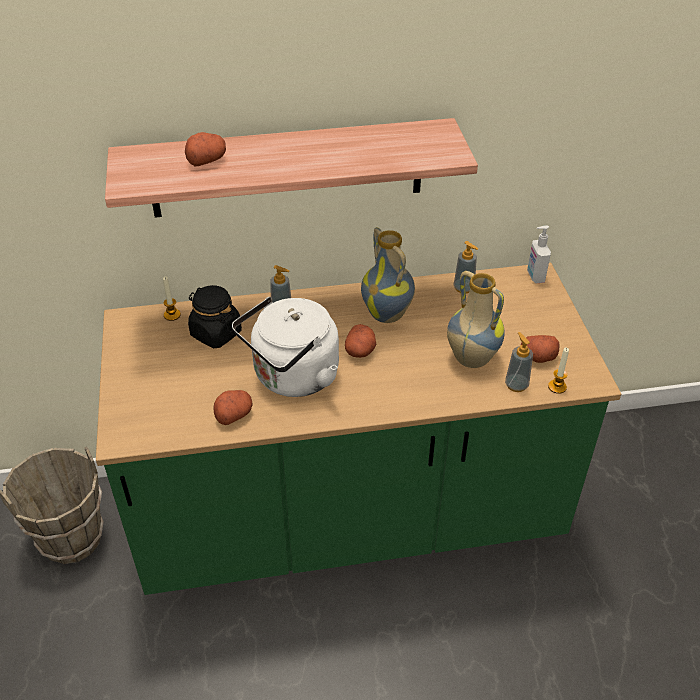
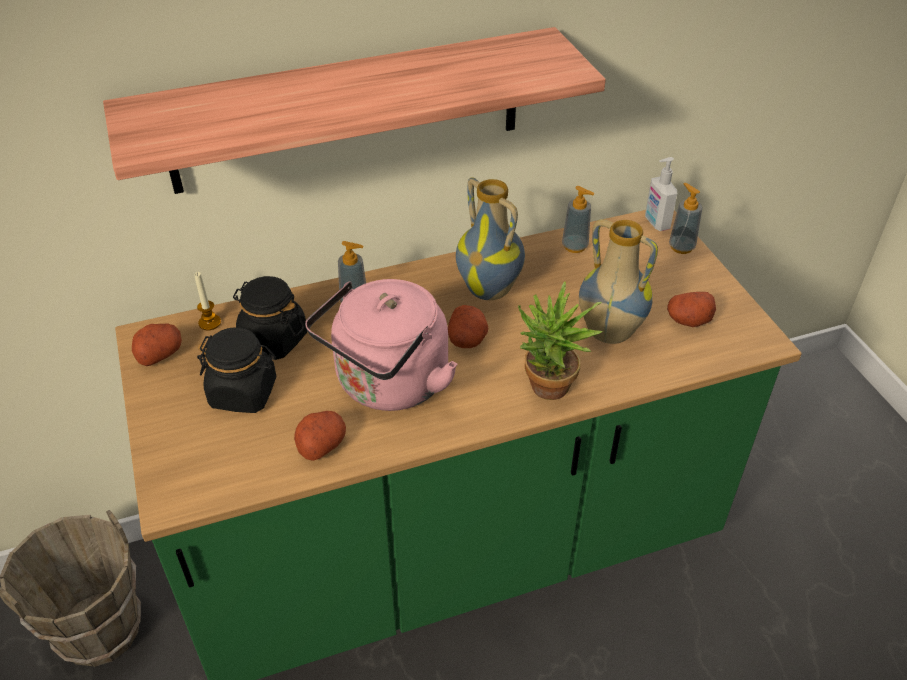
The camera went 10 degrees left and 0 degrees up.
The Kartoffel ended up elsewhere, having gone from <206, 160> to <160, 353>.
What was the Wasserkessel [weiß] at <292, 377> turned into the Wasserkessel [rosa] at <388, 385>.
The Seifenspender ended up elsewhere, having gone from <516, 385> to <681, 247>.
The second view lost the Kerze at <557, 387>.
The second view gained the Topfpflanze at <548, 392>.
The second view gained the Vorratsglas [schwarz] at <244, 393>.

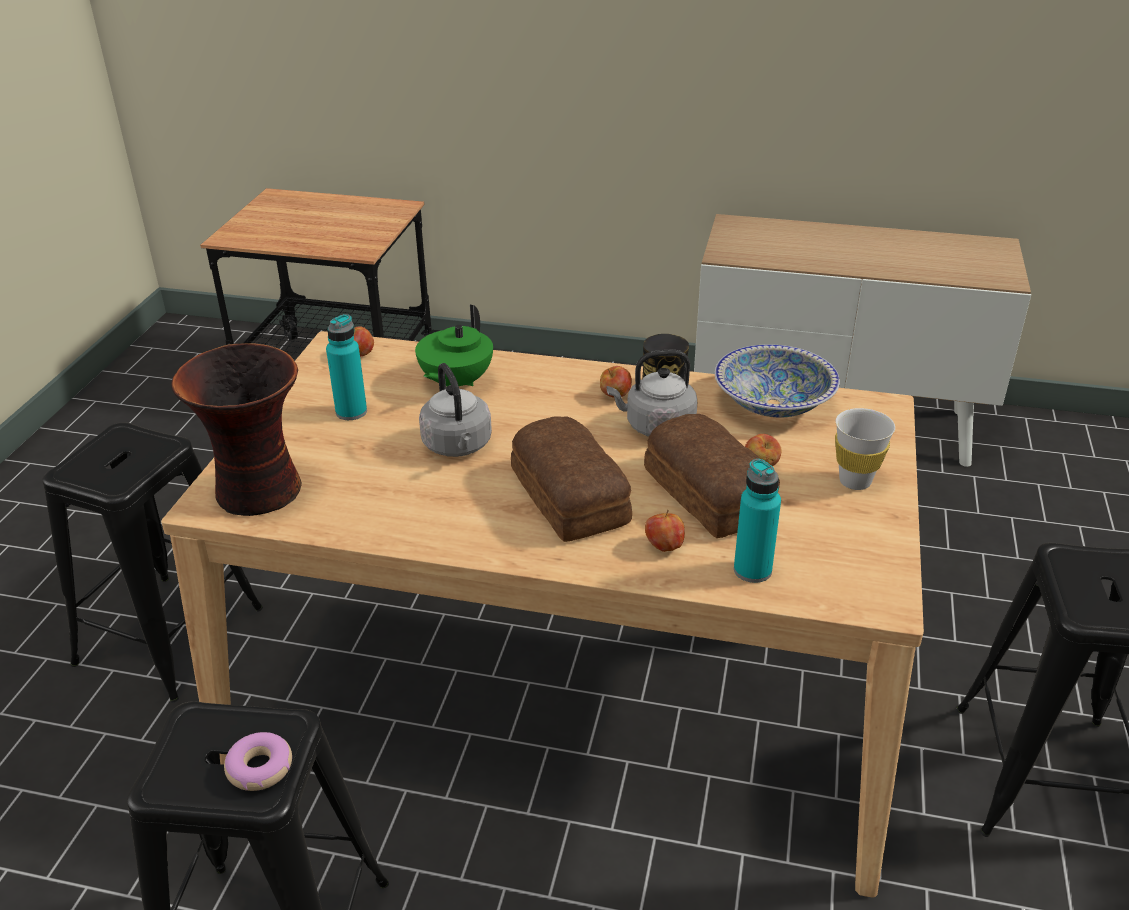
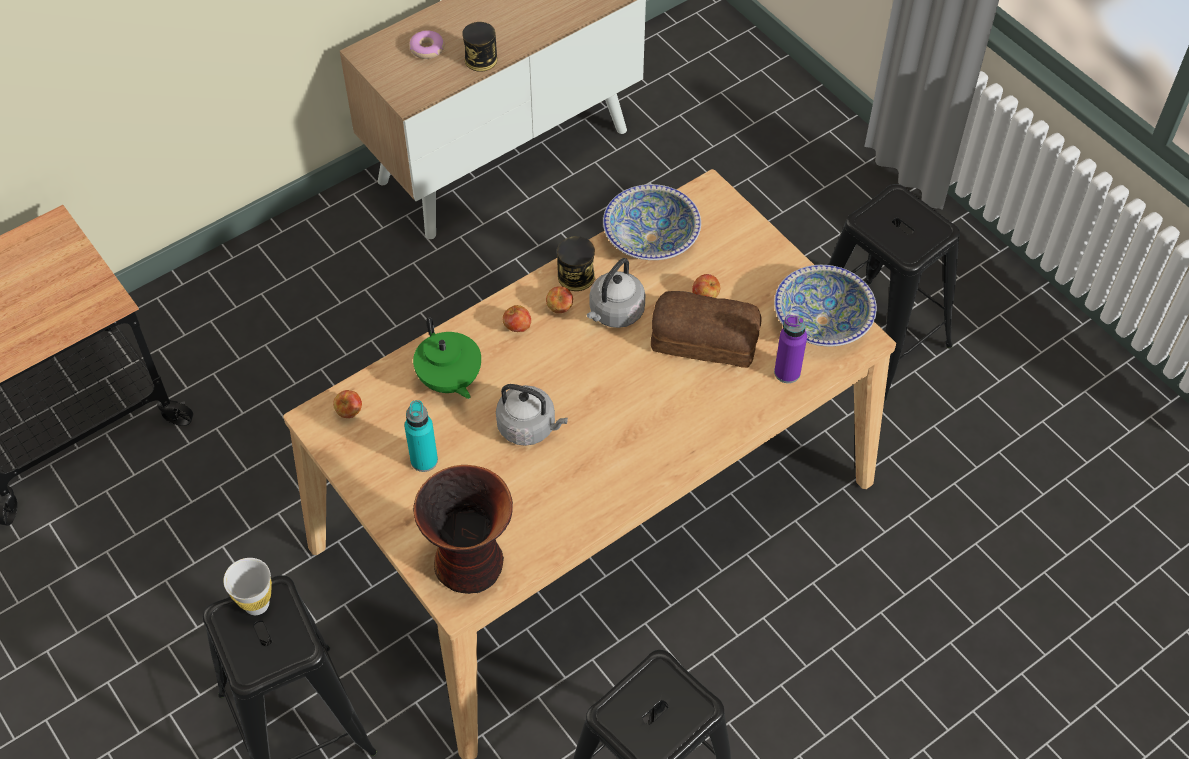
The camera went 50 degrees left and 20 degrees up.
The Tasse [weiß] ended up elsewhere, having gone from <855, 481> to <256, 604>.
The second view lost the Brot at <570, 495>.
What was the Flasche [türkis] at <752, 570> turned into the Flasche [lila] at <787, 372>.
The Apfel ended up elsewhere, having gone from <664, 546> to <517, 327>.
The Donut ended up elsewhere, having gone from <260, 768> to <427, 49>.
The second view gained the Dose at <481, 59>.
The second view gained the Schüssel at <822, 320>.

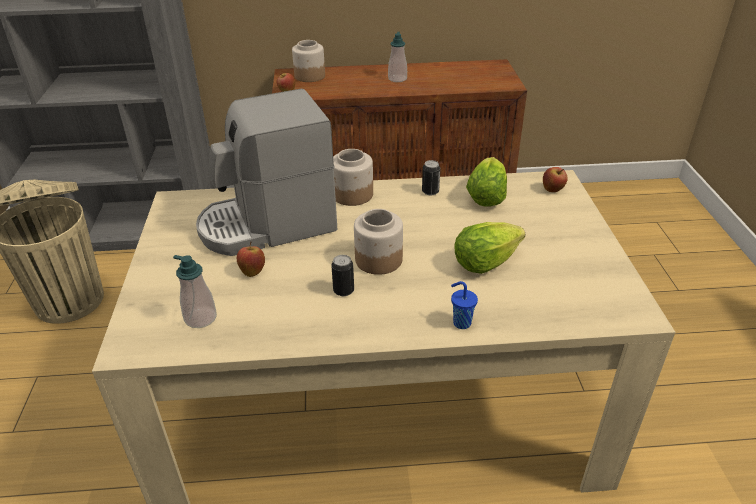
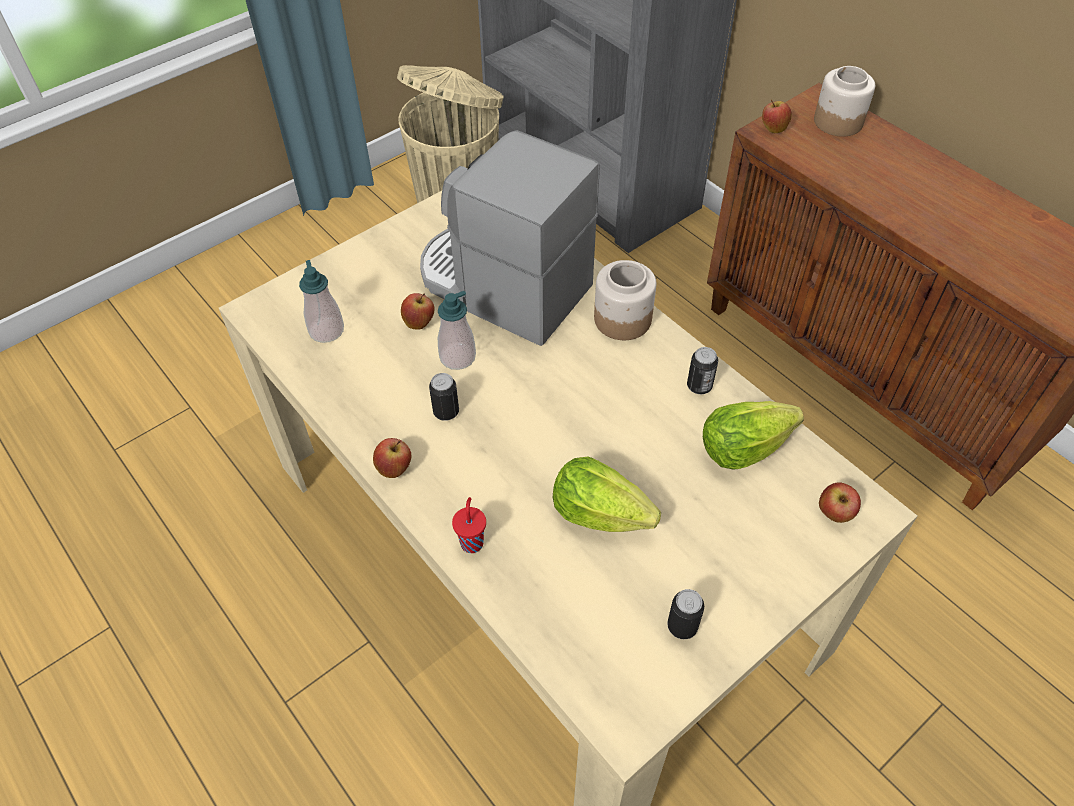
The camera went 55 degrees right and 15 degrees up.
The Seifenspender ended up elsewhere, having gone from <397, 79> to <457, 357>.
The second view lost the Vorratsglas at <378, 260>.
What was the Tasse [blau] at <461, 323> turned into the Tasse [rot] at <472, 542>.
The second view gained the Apfel at <395, 469>.
The second view gained the Dose at <682, 626>.

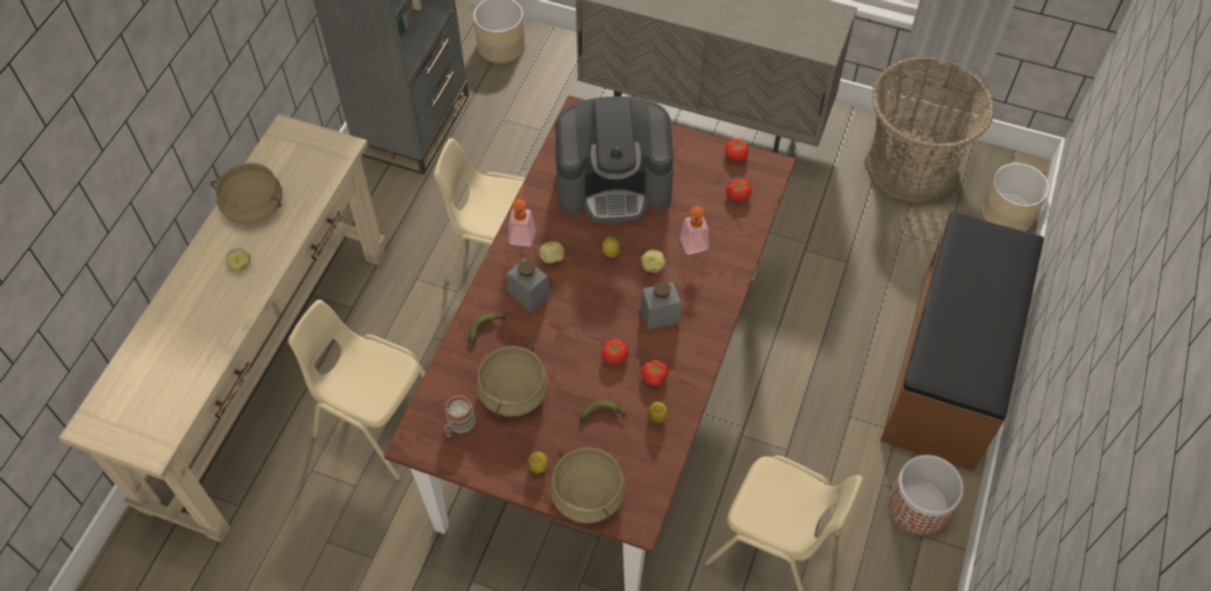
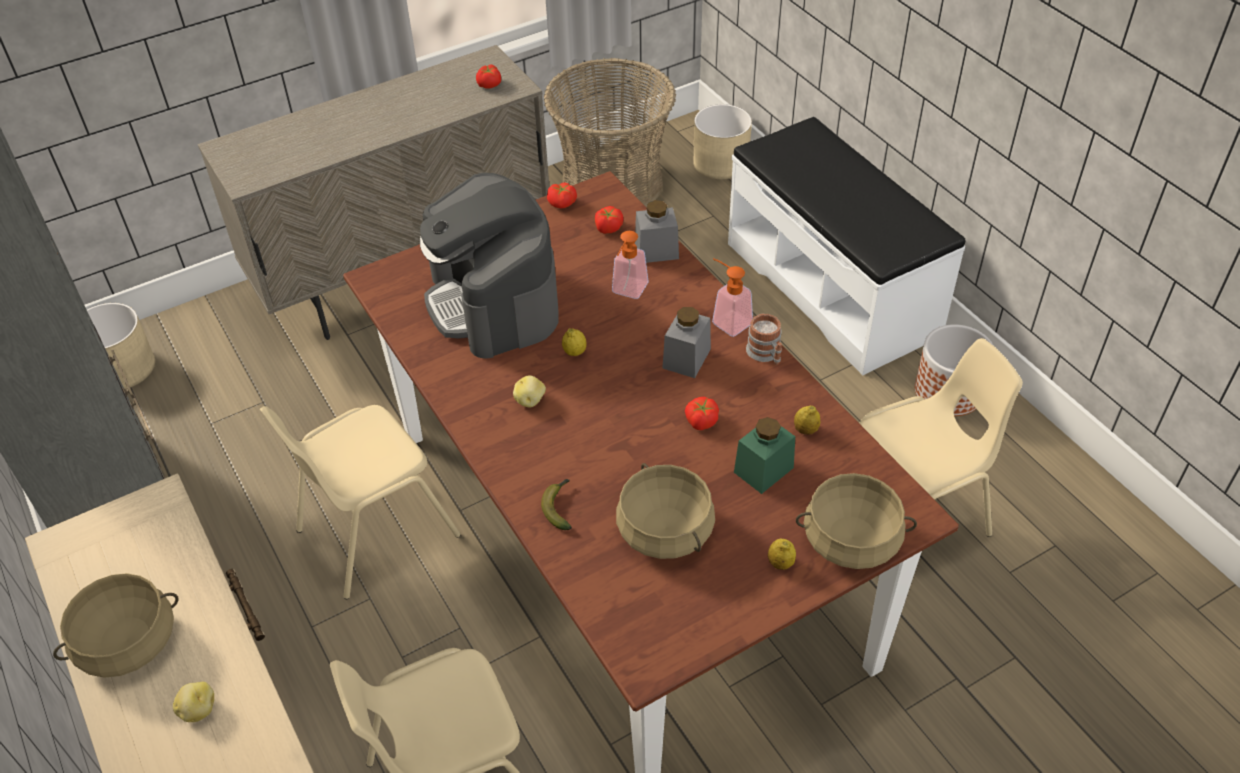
The camera went 50 degrees left and 10 degrees down.
The Kaffeemaschine at <614, 183> ended up facing another way, 120 degrees clockwise from before.
The Seifenspender ended up elsewhere, having gone from <523, 232> to <727, 320>.
What was the Bank [braun] at <950, 368> turned into the Bank [weiß] at <832, 287>.
The second view lost the Kartoffel at <652, 266>.
The Vorratsglas [grau] ended up elsewhere, having gone from <529, 294> to <656, 250>.
The Tomate ended up elsewhere, having gone from <654, 377> to <490, 84>.
The Henkelbecher ended up elsewhere, having gone from <458, 424> to <766, 354>.
Where the Banane stood at <603, 414>, the Vorratsglas [grün] came to stand at <763, 470>.

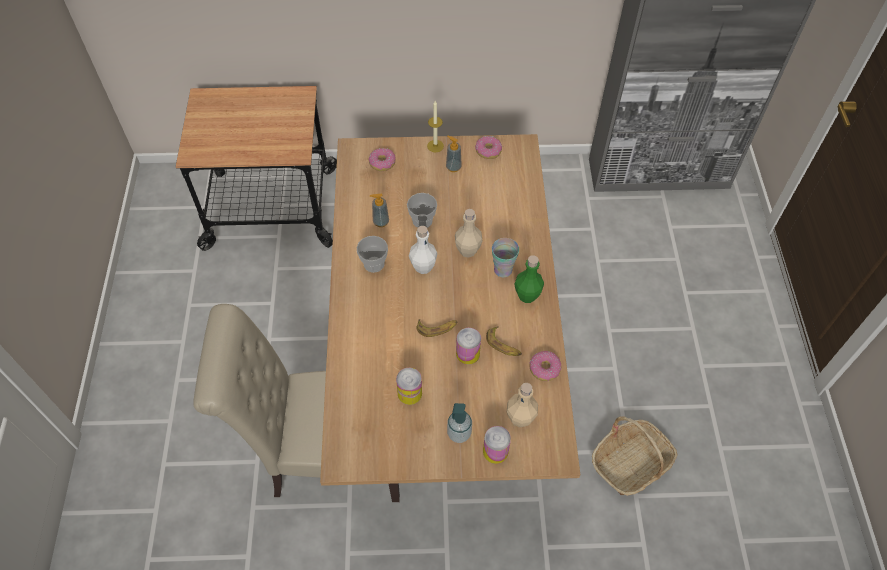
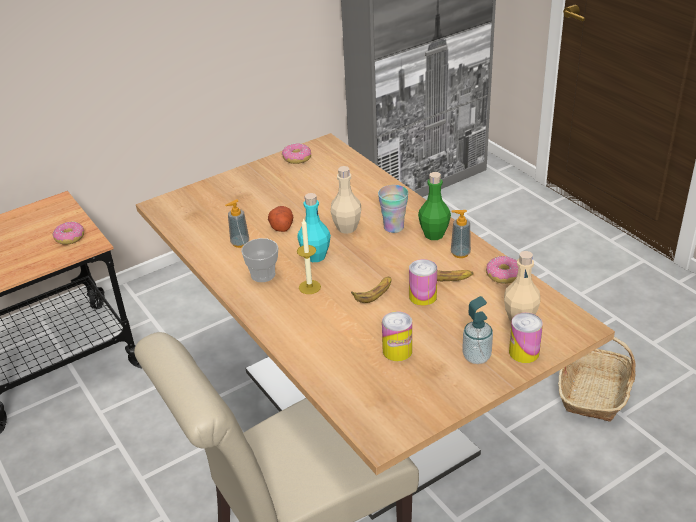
The camera went 30 degrees left and 20 degrees down.
The Kerze ended up elsewhere, having gone from <435, 146> to <309, 287>.
The Seifenspender ended up elsewhere, having gone from <453, 167> to <460, 253>.
The Donut ended up elsewhere, having gone from <382, 163> to <70, 238>.
Where the Tasse stood at <422, 220>, the Kartoffel came to stand at <281, 226>.
What was the Flasche [weiß] at <423, 267> turned into the Flasche [türkis] at <315, 256>.

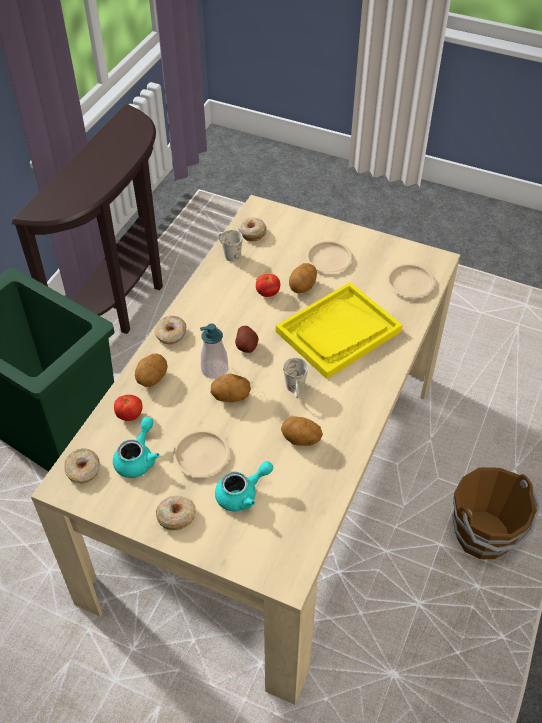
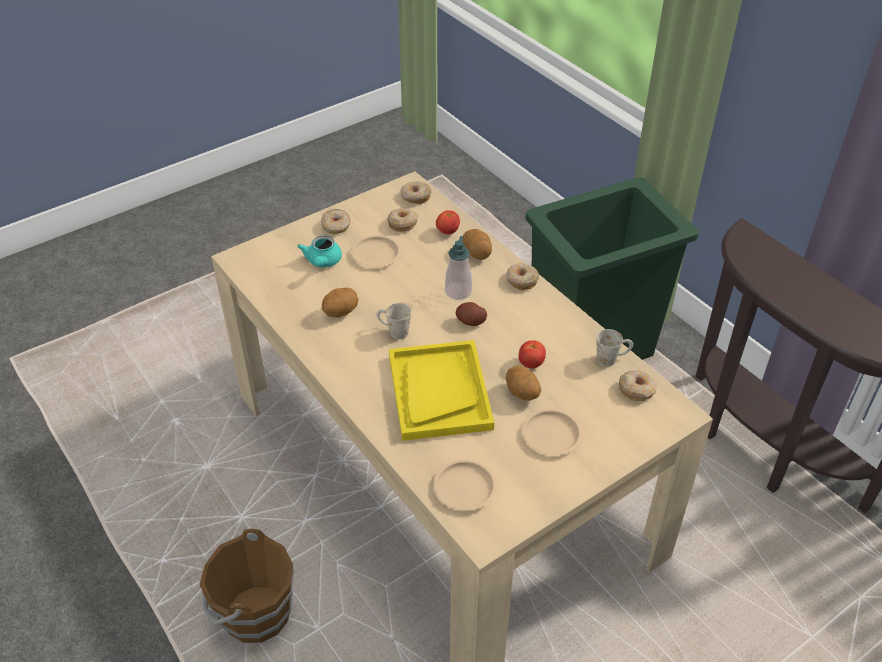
The camera went 120 degrees right and 5 degrees down.
The second view lost the Kartoffel at <231, 397>.
Where the Teekanne [türkis] stood at <138, 458>, the Donut came to stand at <402, 223>.

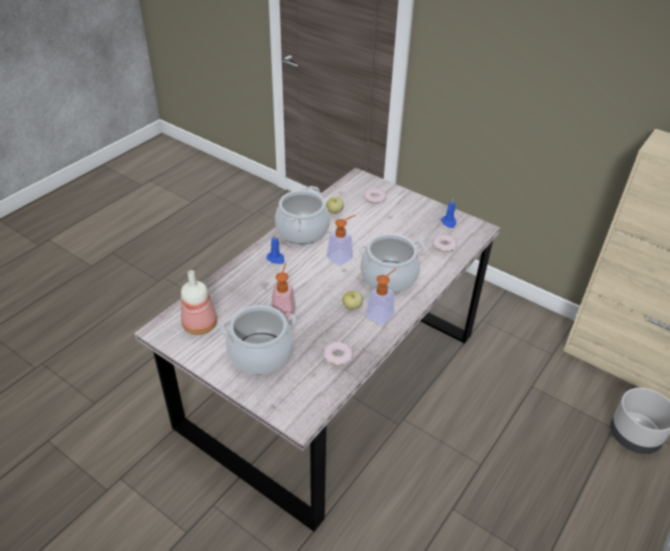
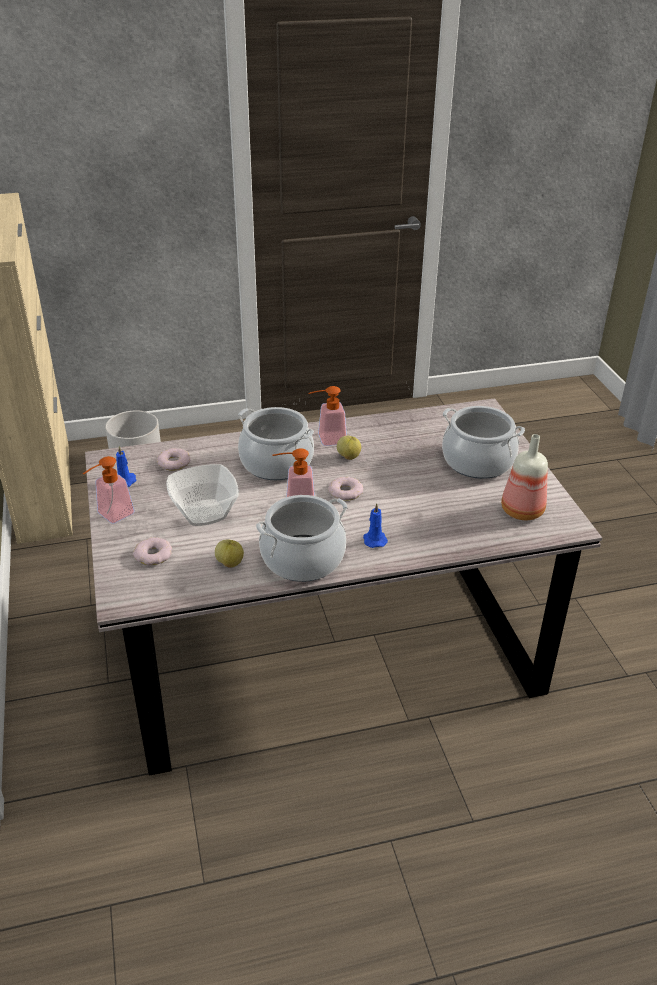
The camera went 140 degrees left and 5 degrees down.
The Seifenspender ended up elsewhere, having gone from <284, 309> to <110, 516>.
The Donut ended up elsewhere, having gone from <338, 356> to <345, 492>.
The second view gained the Schüssel at <205, 512>.

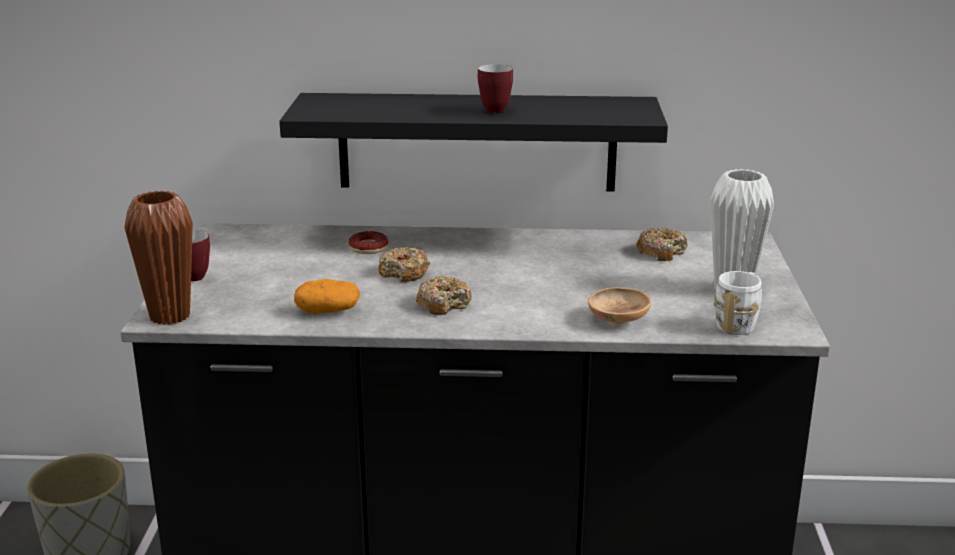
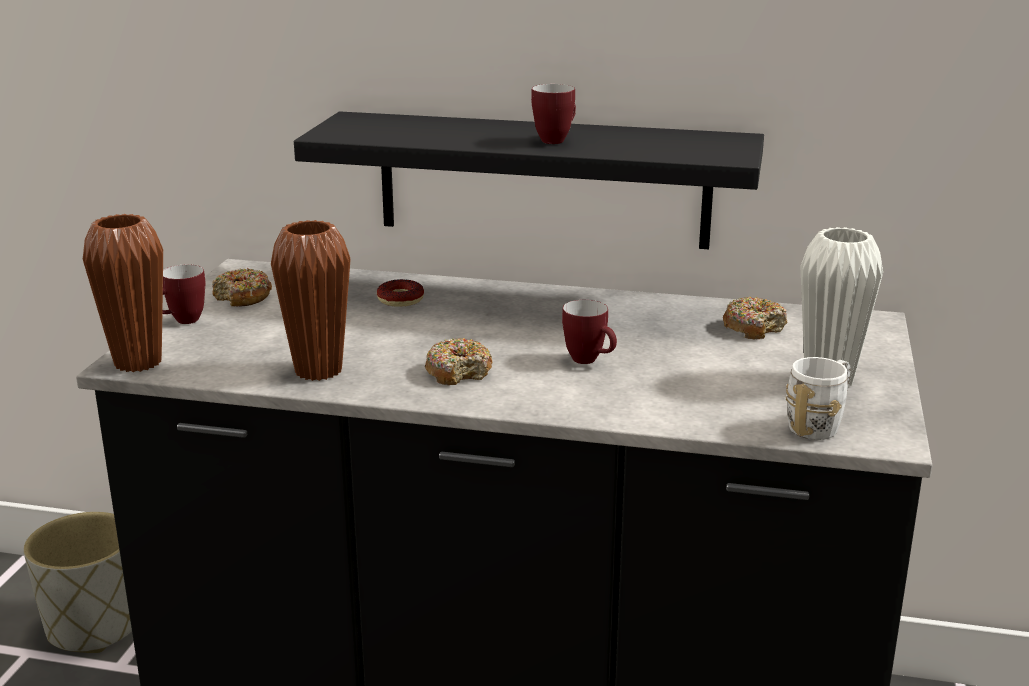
The camera went 10 degrees right and 0 degrees up.
The Donut ended up elsewhere, having gone from <404, 273> to <243, 297>.
Where the Kartoffel stood at <327, 311>, the Vase [braun] came to stand at <318, 371>.
The second view lost the Schüssel [braun] at <618, 320>.
The second view gained the Henkelbecher at <590, 361>.

